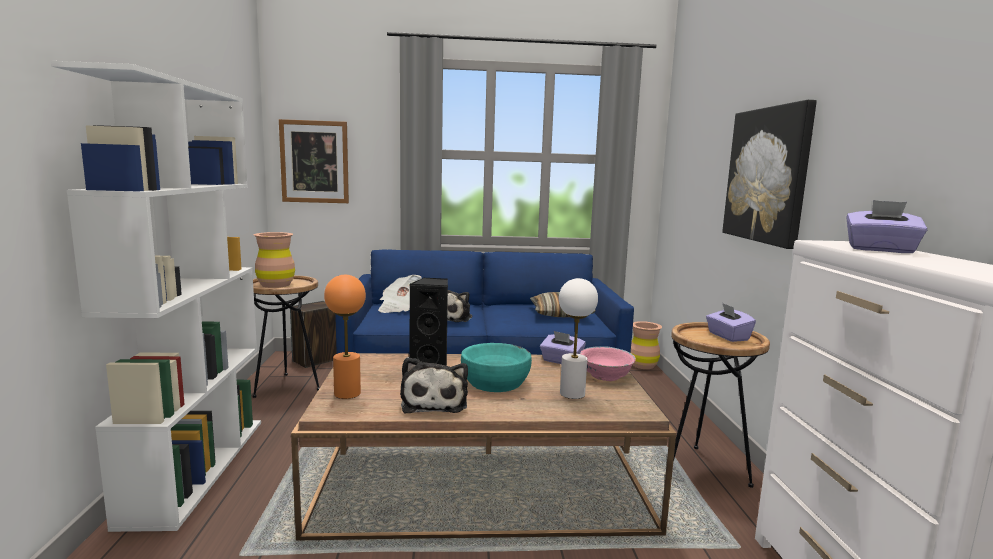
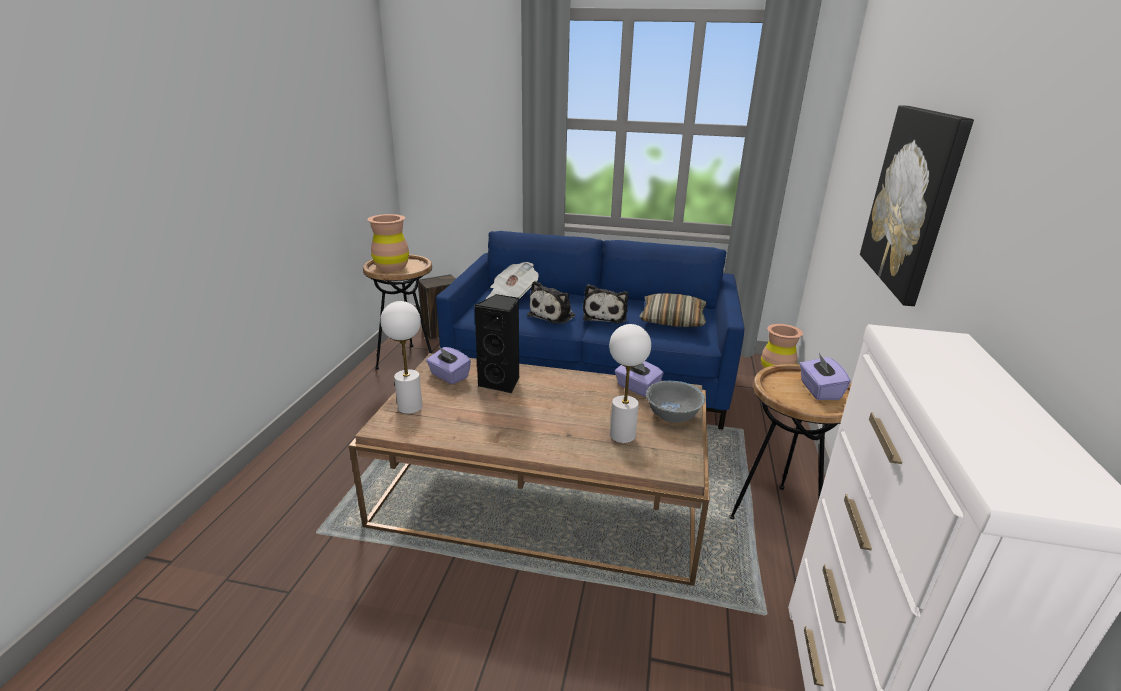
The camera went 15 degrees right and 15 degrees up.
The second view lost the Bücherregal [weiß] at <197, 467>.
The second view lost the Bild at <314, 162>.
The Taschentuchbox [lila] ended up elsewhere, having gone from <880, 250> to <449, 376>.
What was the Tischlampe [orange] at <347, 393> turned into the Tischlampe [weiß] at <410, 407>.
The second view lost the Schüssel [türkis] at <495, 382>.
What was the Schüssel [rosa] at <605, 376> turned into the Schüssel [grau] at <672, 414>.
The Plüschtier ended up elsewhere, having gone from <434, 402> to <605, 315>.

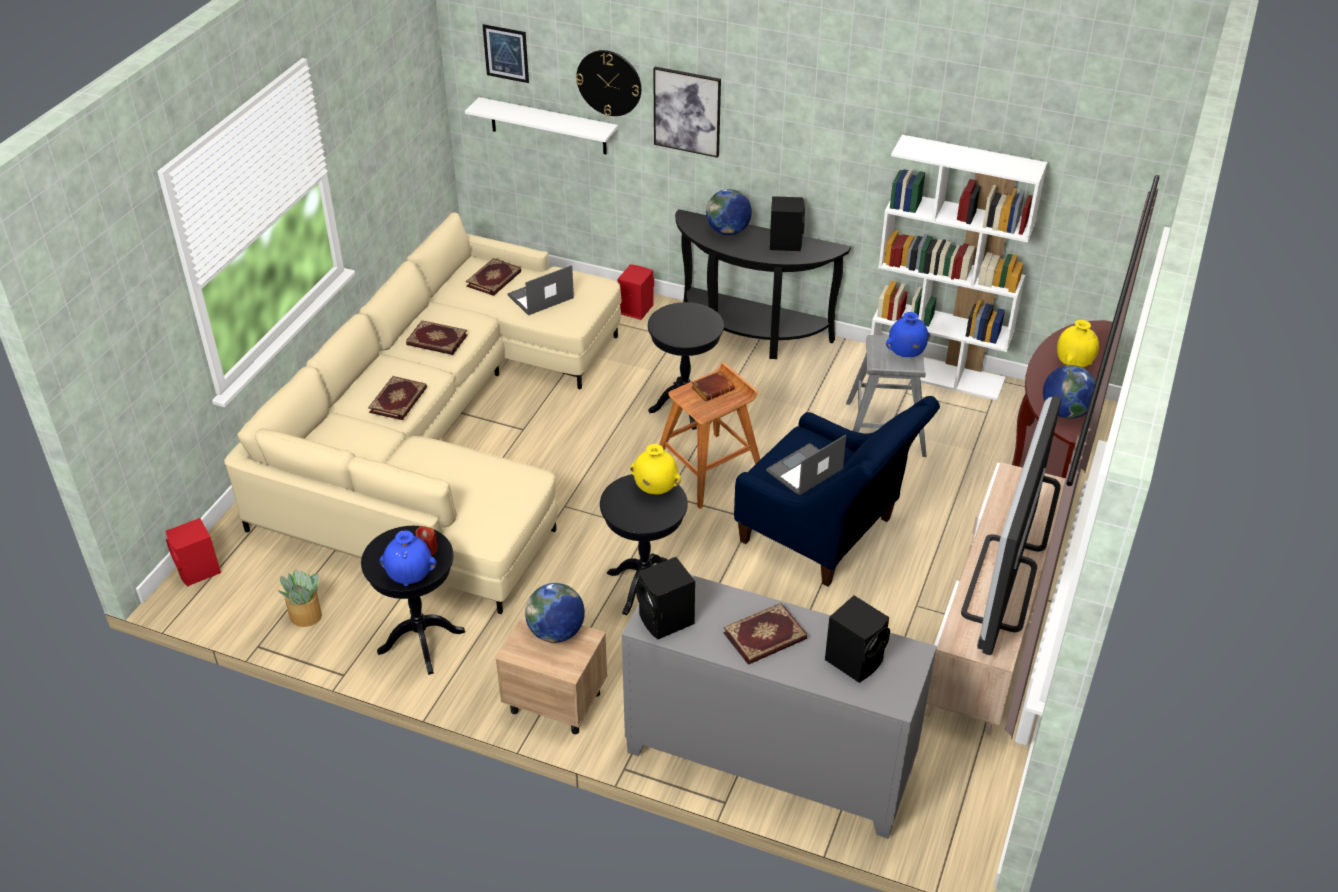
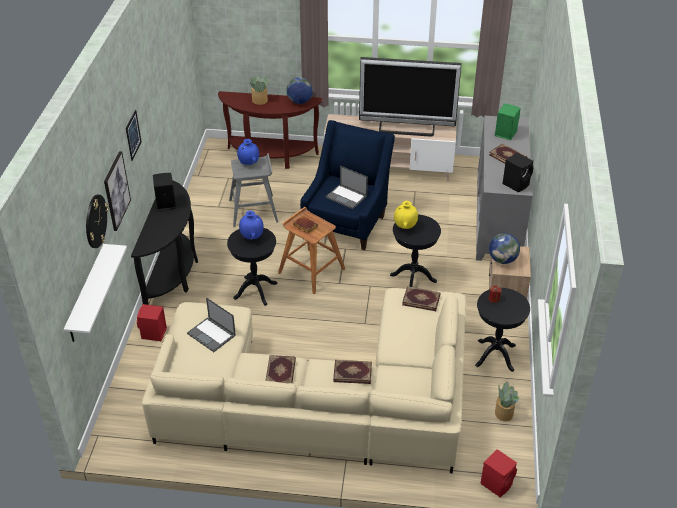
The camera went 105 degrees left and 0 degrees up.
The Bild ended up elsewhere, having gone from <506, 53> to <133, 135>.
The second view lost the Bücherregal [weiß] at <936, 373>.
The second view lost the Globus at <728, 231>.
The Buch ended up elsewhere, having gone from <494, 279> to <421, 299>.
Where the Vase [gelb] stood at <1073, 364>, the Topfpflanze came to stand at <260, 100>.
The Vase [blau] ended up elsewhere, having gone from <411, 577> to <252, 236>.
What was the Lautsprecher [schwarz] at <855, 659> turned into the Lautsprecher [grün] at <505, 133>.

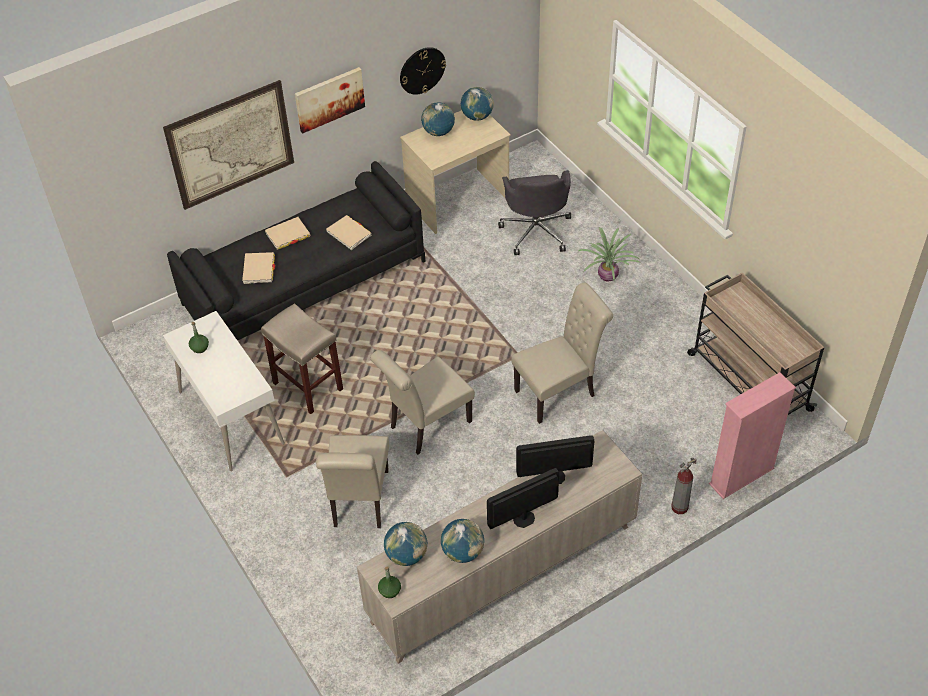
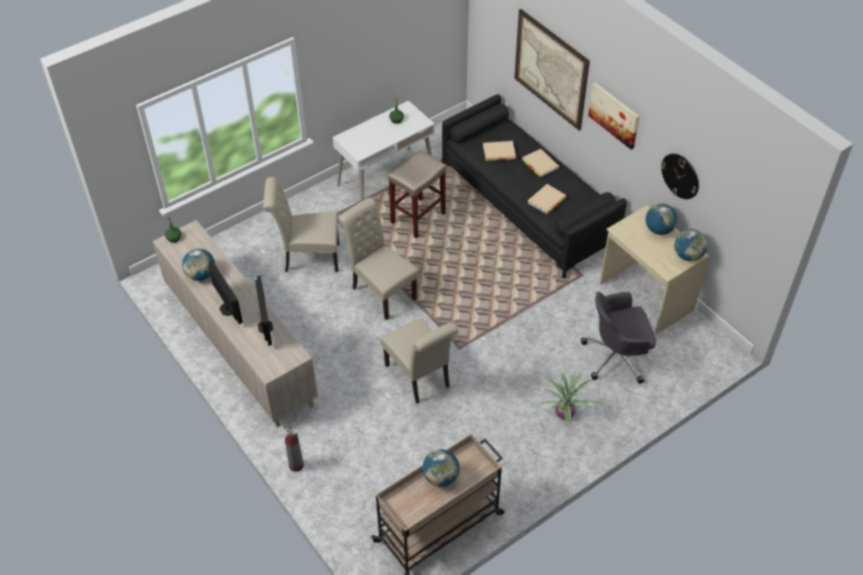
The camera went 85 degrees right and 0 degrees up.
The second view lost the Bücherregal [rosa] at <741, 476>.
The Globus ended up elsewhere, having gone from <406, 555> to <441, 477>.

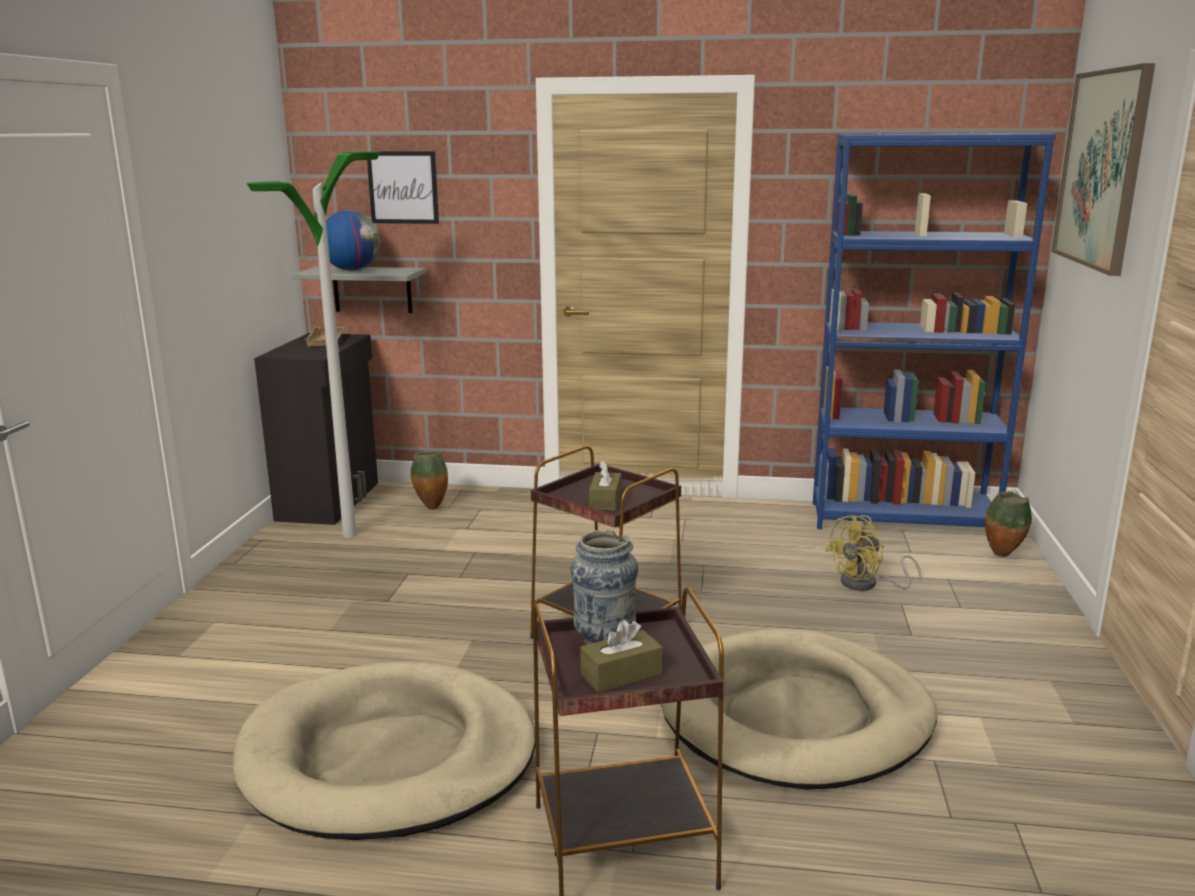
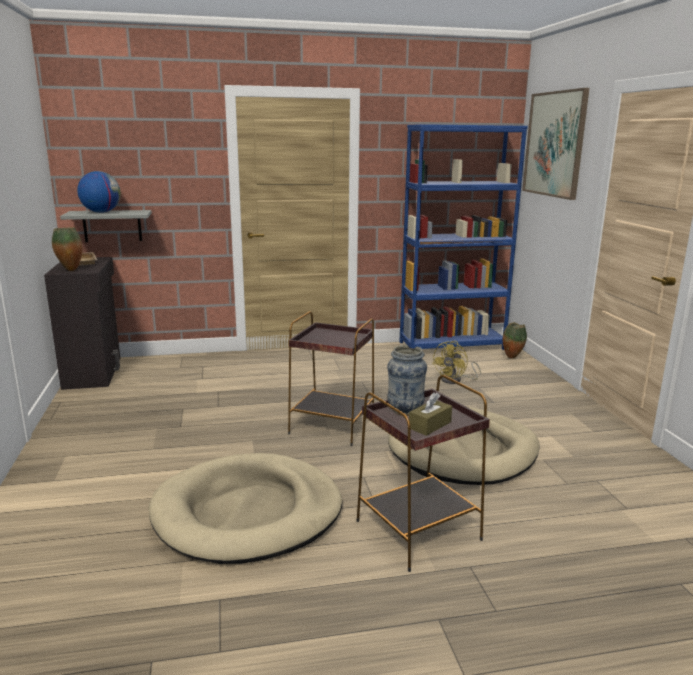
The camera went 20 degrees left and 0 degrees up.
The second view lost the Bild at <403, 187>.
The second view lost the Stehlampe at <349, 534>.
The Vase ended up elsewhere, having gone from <431, 507> to <70, 270>.
The second view lost the Taschentuchbox [braun] at <605, 501>.

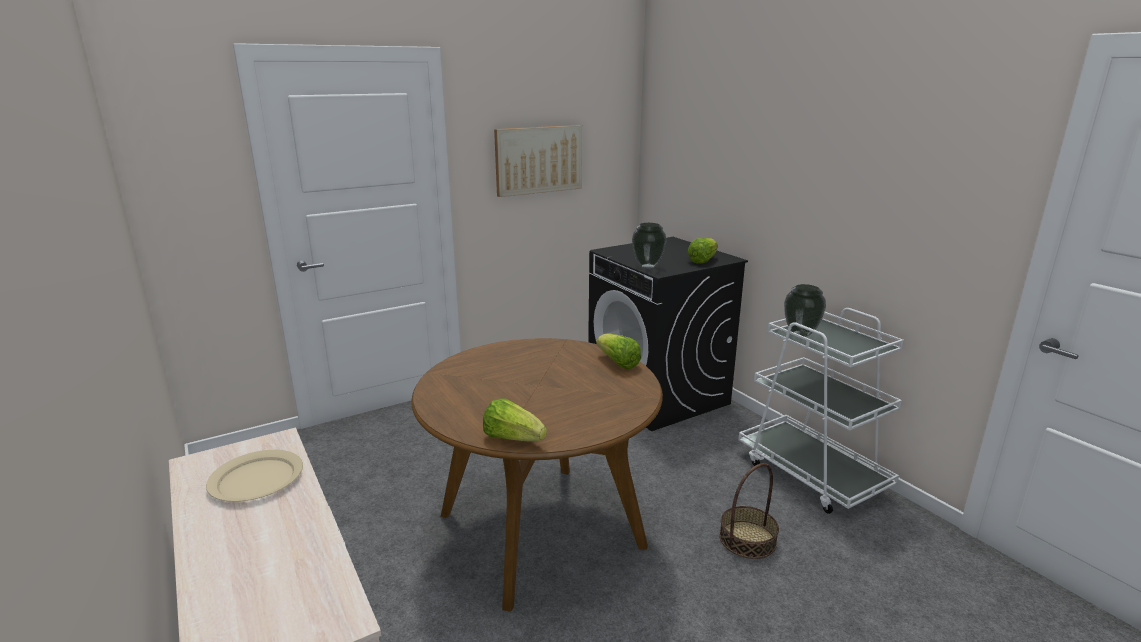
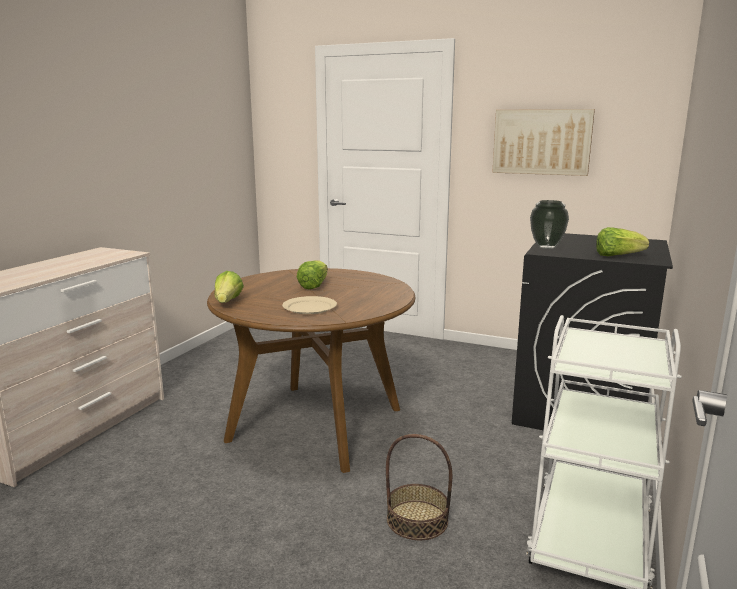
The camera went 55 degrees right and 5 degrees down.
The second view lost the Vase at <801, 334>.
The Salatkopf ended up elsewhere, having gone from <618, 363> to <314, 285>.
The Teller [beige] ended up elsewhere, having gone from <257, 479> to <309, 308>.

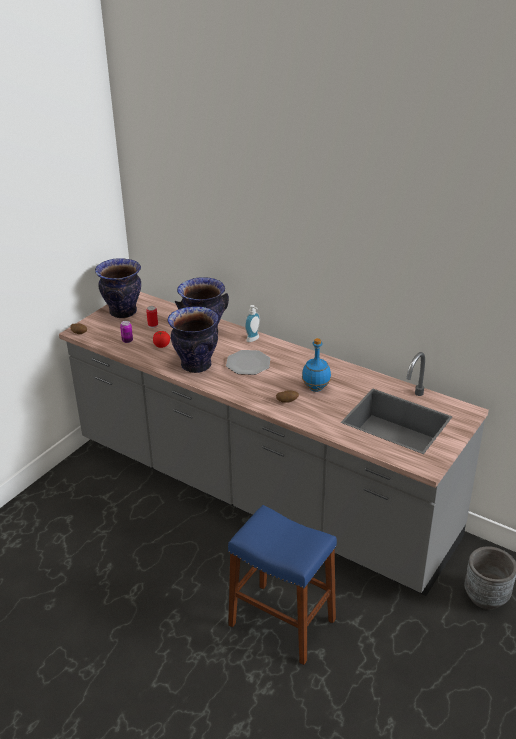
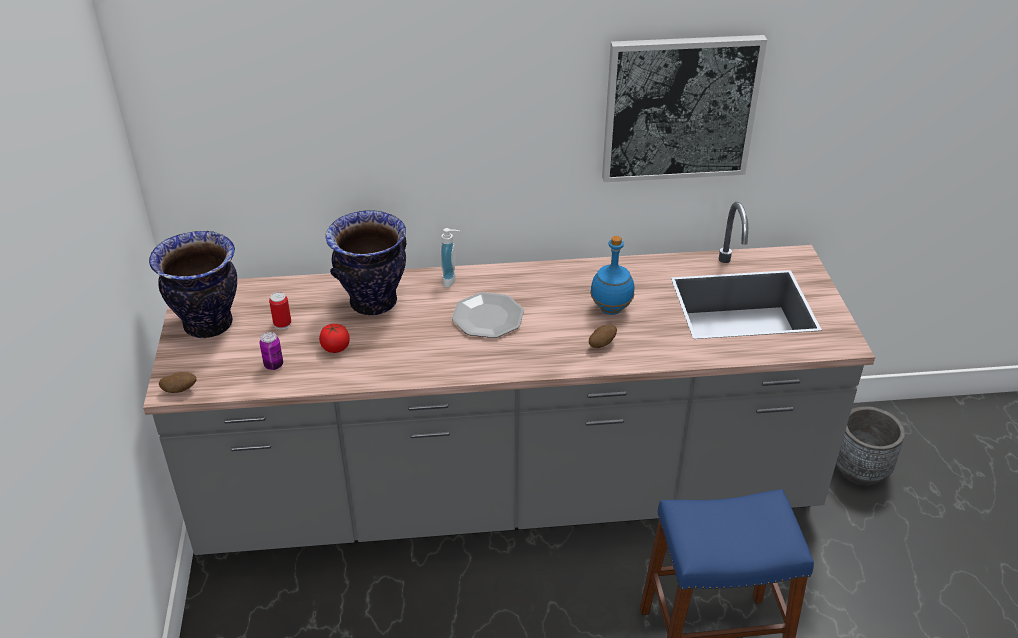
The camera went 40 degrees left and 5 degrees up.
The second view lost the Vase at <196, 365>.
The second view gained the Bild at <679, 108>.

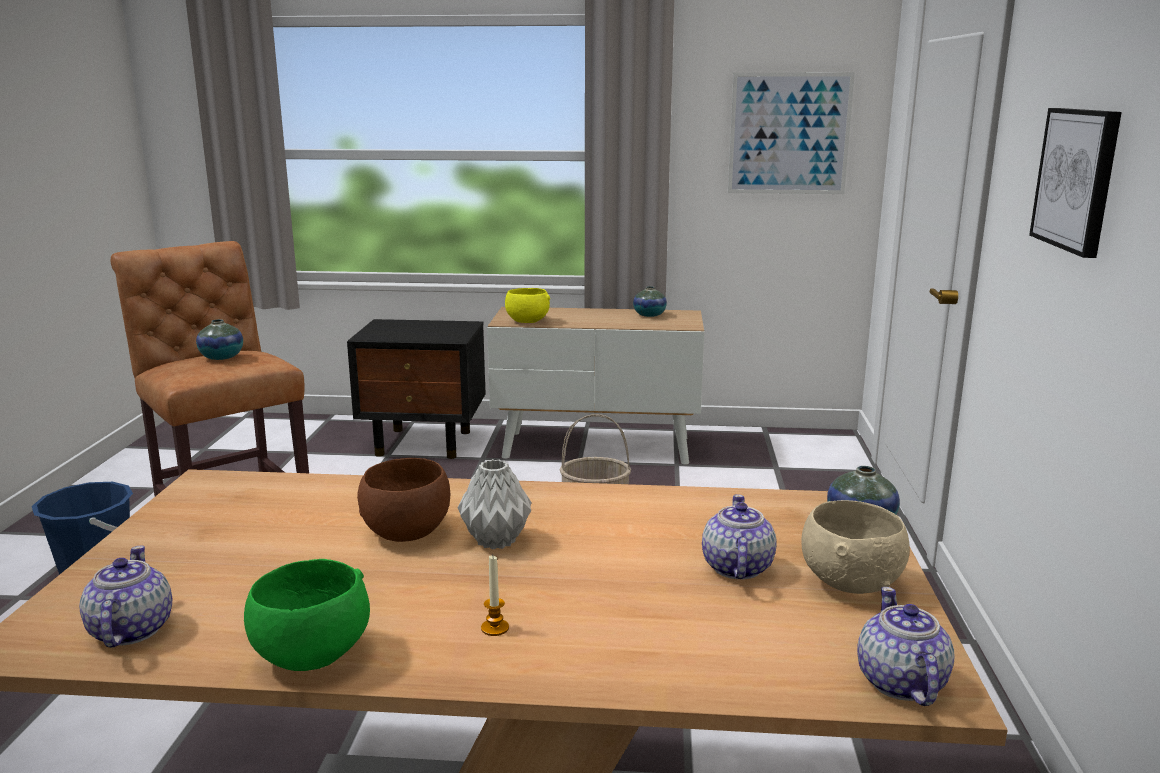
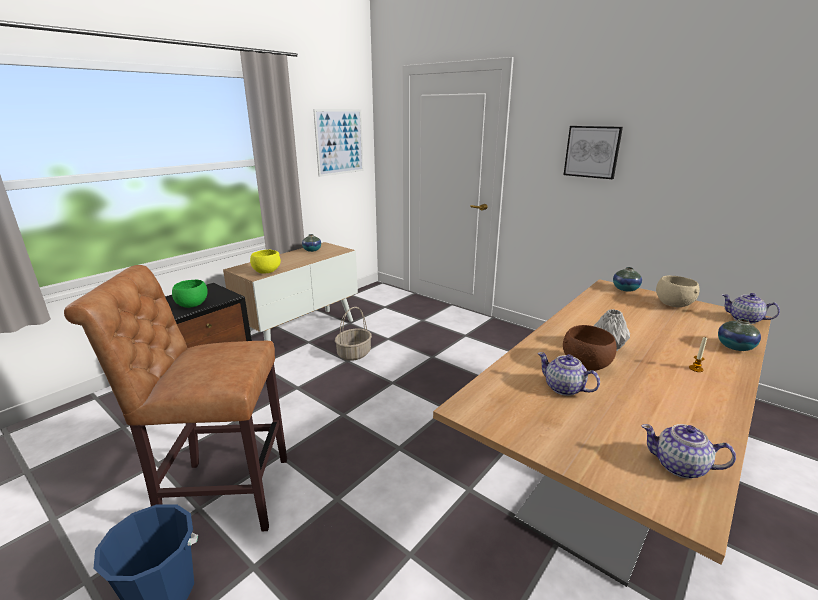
The camera went 55 degrees left and 5 degrees up.
The Vase ended up elsewhere, having gone from <221, 357> to <735, 347>.
The Teekanne ended up elsewhere, having gone from <736, 568> to <564, 388>.
The Schüssel [grün] ended up elsewhere, having gone from <309, 656> to <192, 305>.

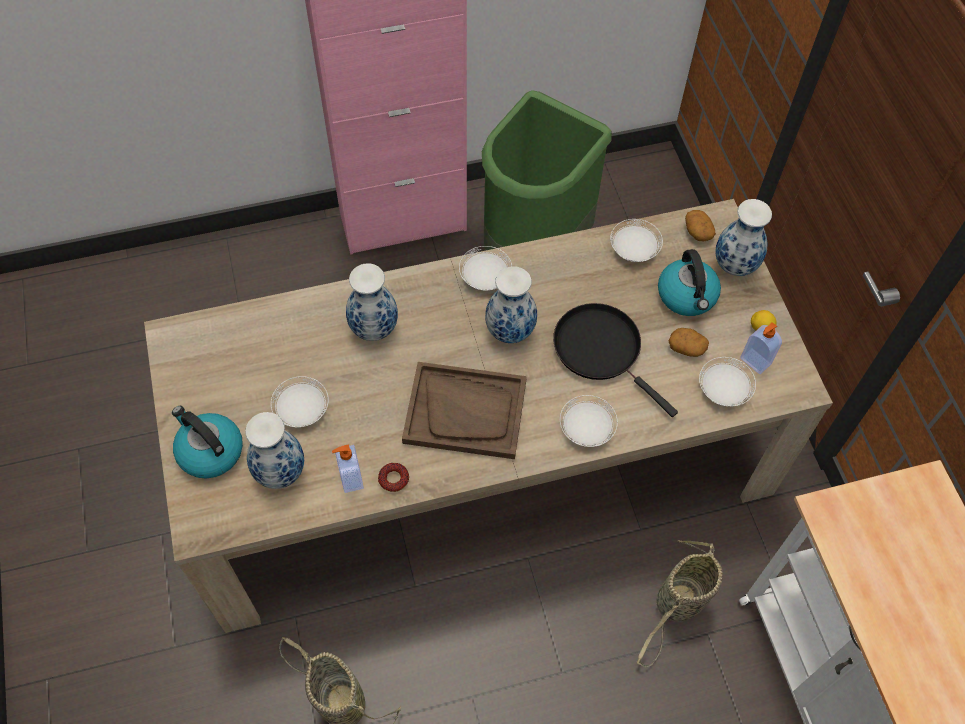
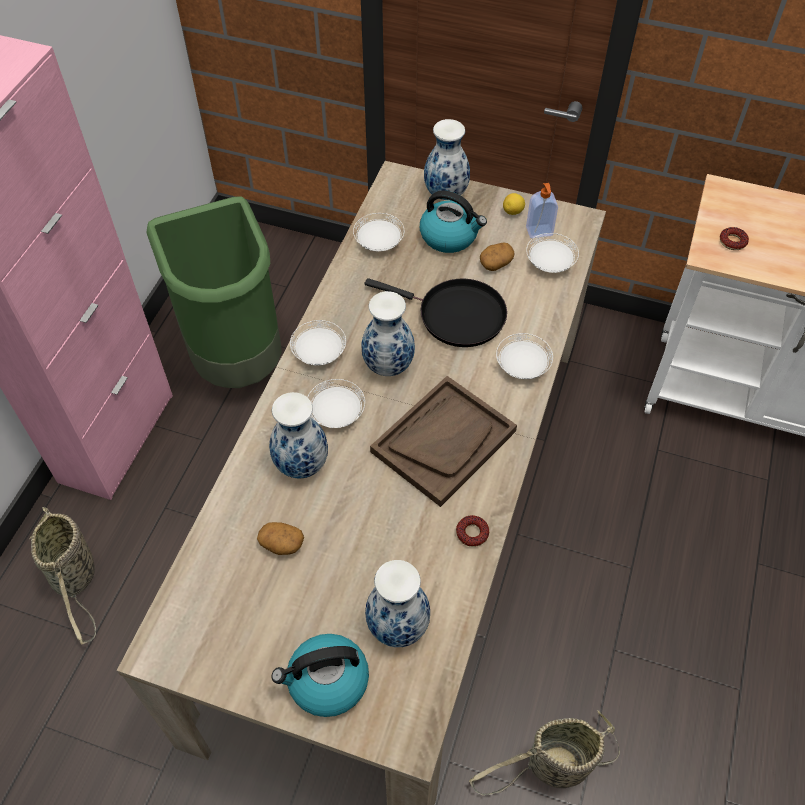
The camera went 55 degrees left and 5 degrees down.
The Kartoffel ended up elsewhere, having gone from <697, 231> to <281, 544>.
The Pfanne [schwarz] at <601, 350> ended up facing another way, 150 degrees counterclockwise from before.
The Teller [weiß] ended up elsewhere, having gone from <302, 410> to <336, 413>.
The second view lost the Seifenspender at <350, 479>.
The Korb ended up elsewhere, having gone from <677, 604> to <76, 578>.
The second view gained the Donut at <732, 241>.

